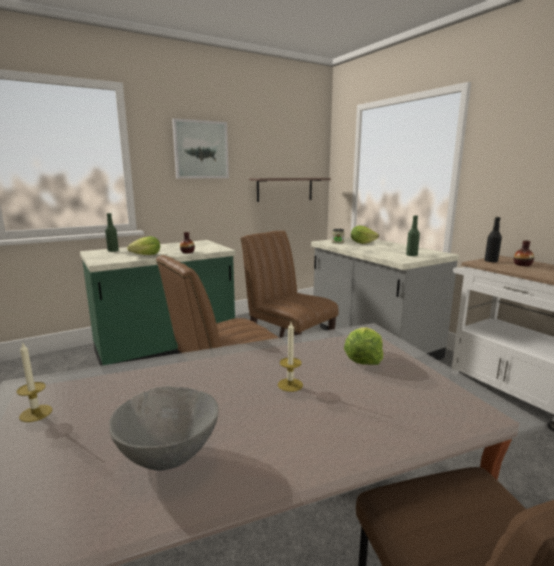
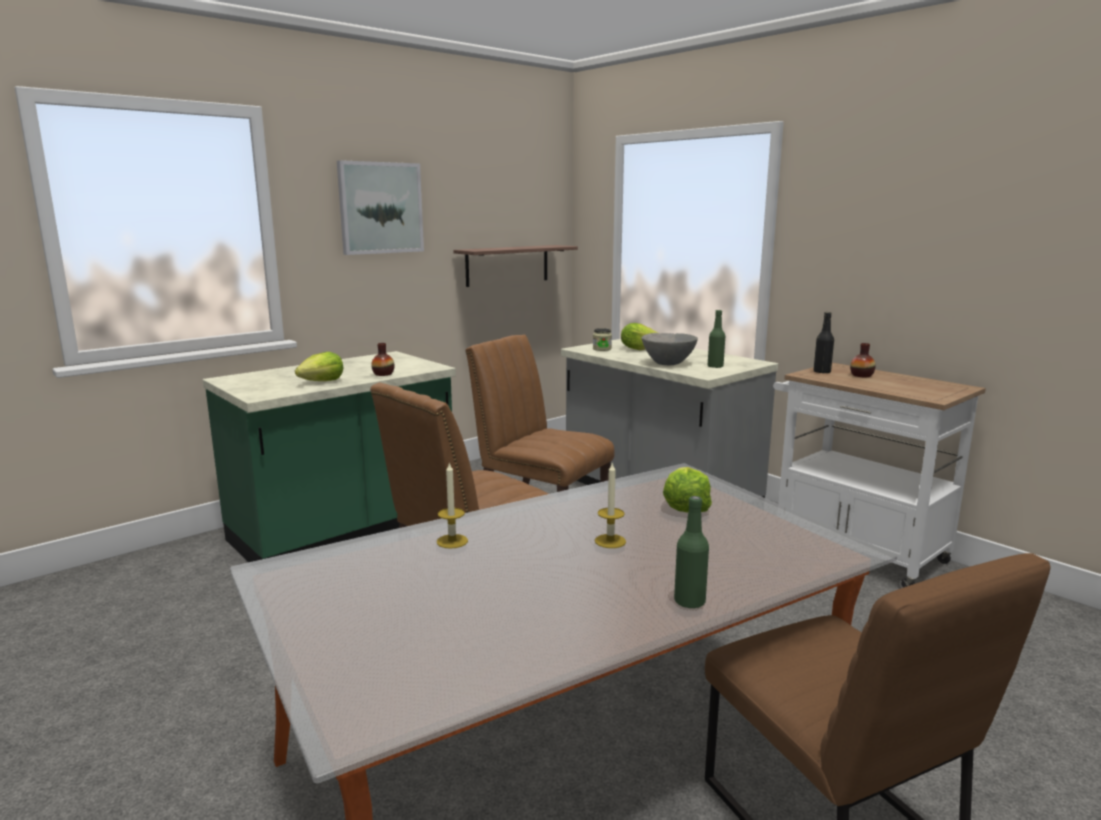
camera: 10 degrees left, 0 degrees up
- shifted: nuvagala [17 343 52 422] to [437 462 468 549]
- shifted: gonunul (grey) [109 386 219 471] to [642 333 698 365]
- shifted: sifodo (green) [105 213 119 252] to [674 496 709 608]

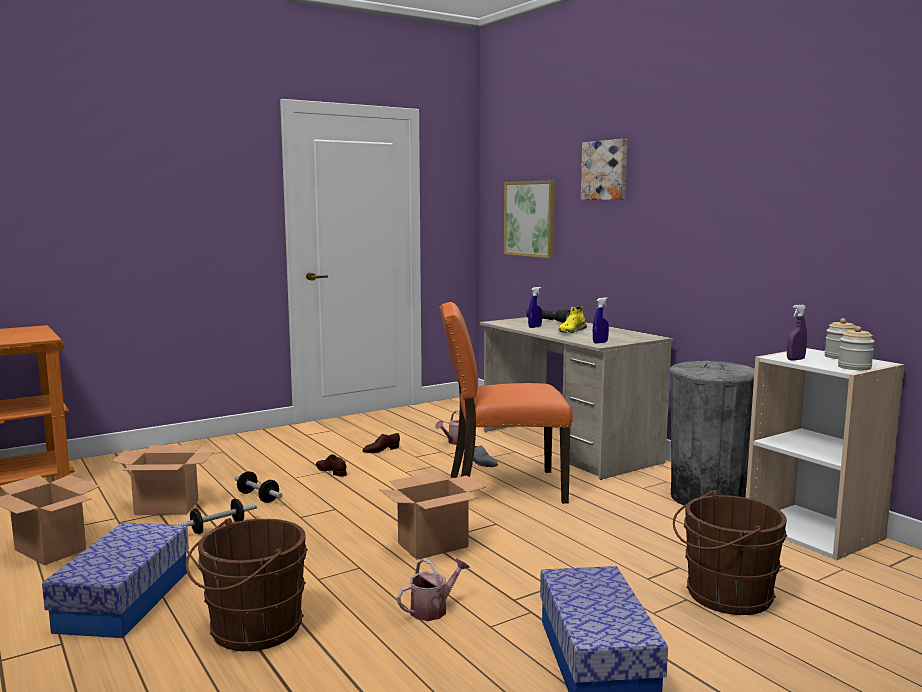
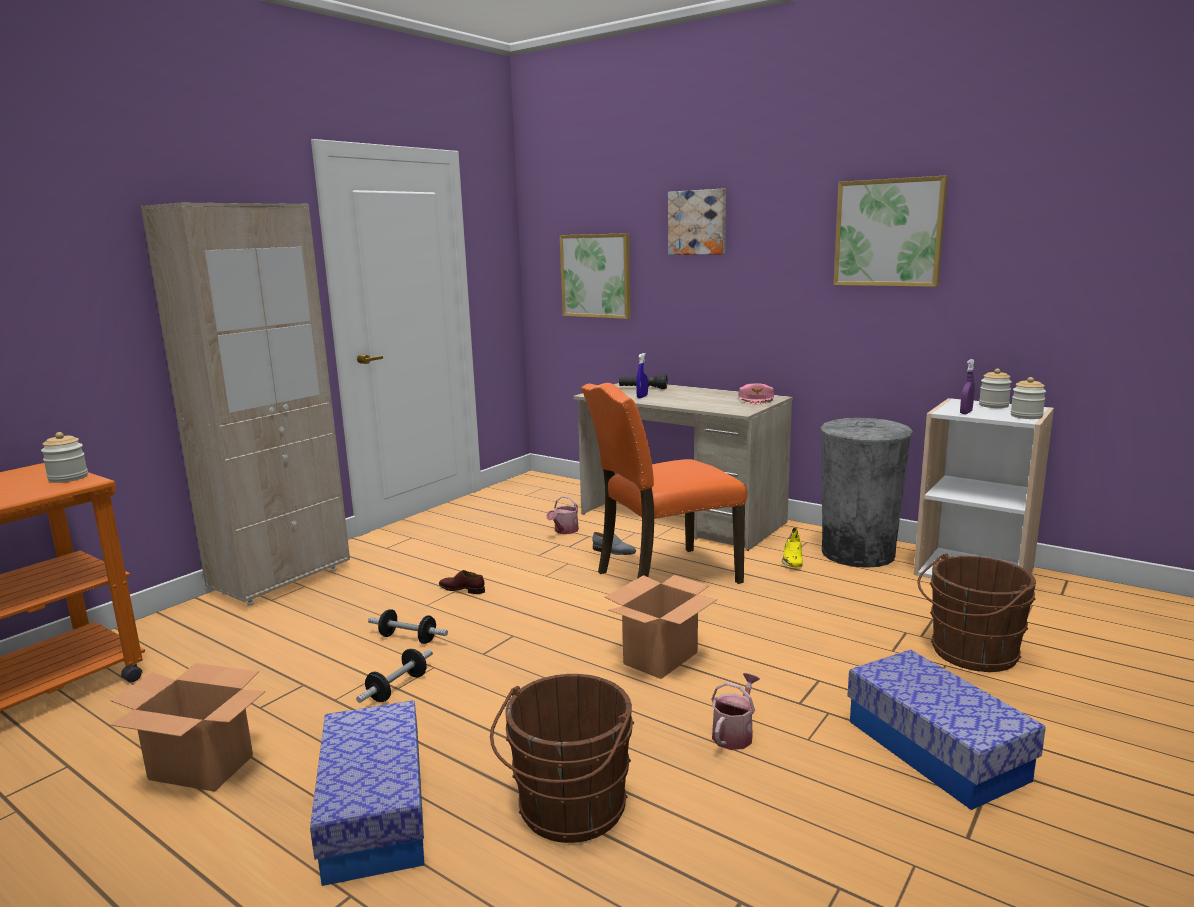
camera: 20 degrees left, 5 degrees up
- new: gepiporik [41 432 88 483]
- new: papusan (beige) [141 203 350 606]
- new: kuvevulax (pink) [739 383 774 404]
- shifted: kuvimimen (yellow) [558 306 587 333] to [782 527 803 568]
- new: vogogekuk [833 176 948 287]
- gone: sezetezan [111 445 213 515]
- gone: kuvimimen (brown) [362 433 400 453]
- gone: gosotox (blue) [593 297 609 344]

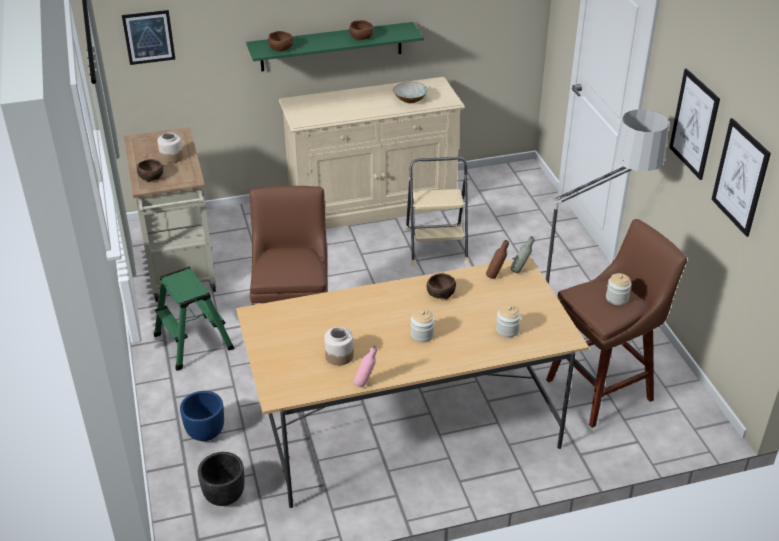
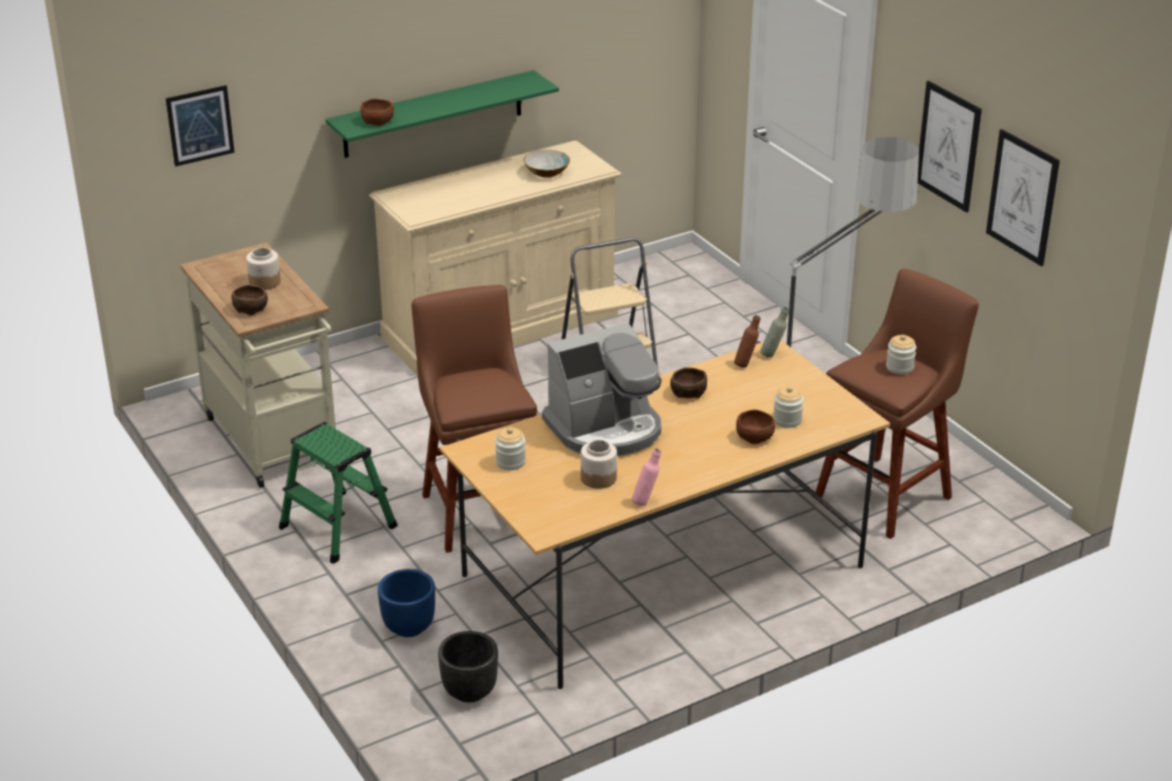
camera: 15 degrees left, 5 degrees down
- shifted: gepiporik [411 309 435 342] to [495 427 526 470]
- new: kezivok [542 323 662 456]
- shifted: gonunul (brown) [349 20 373 40] to [736 409 775 444]

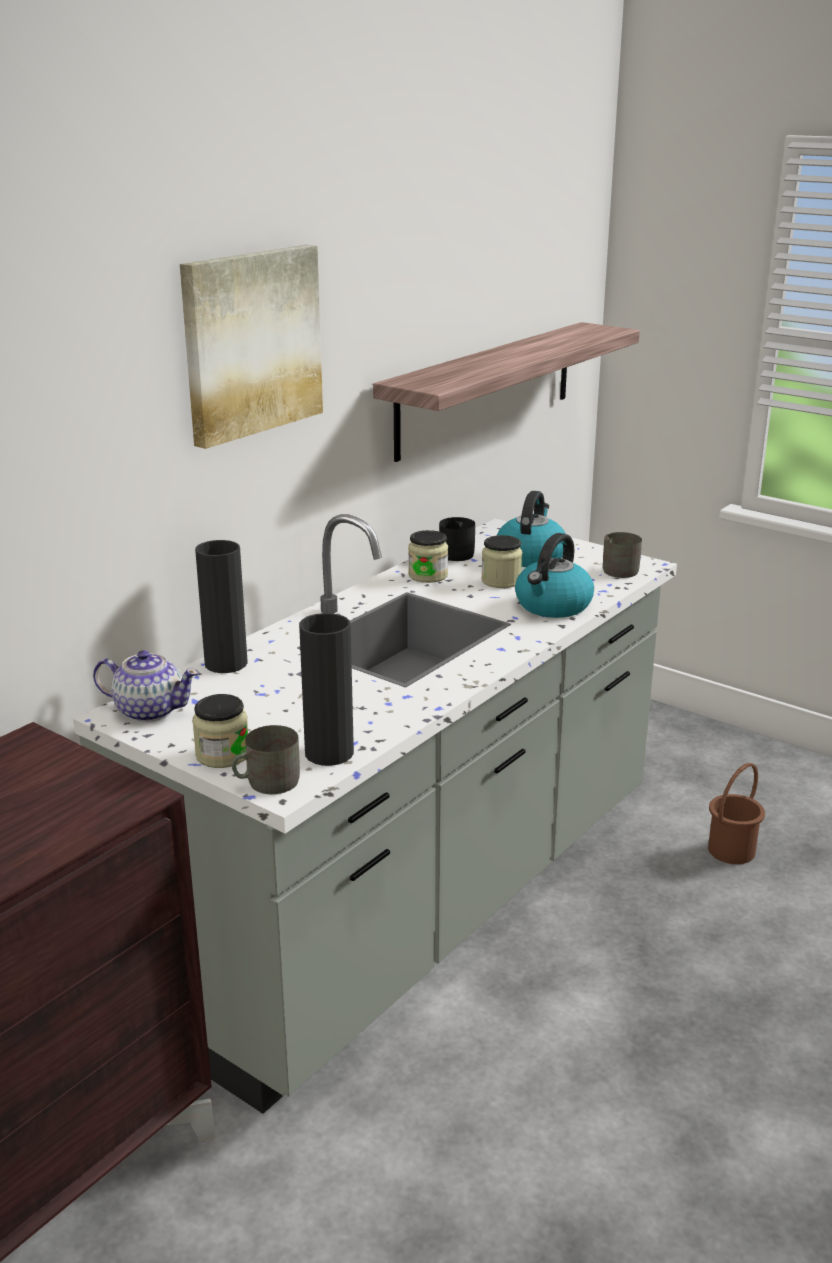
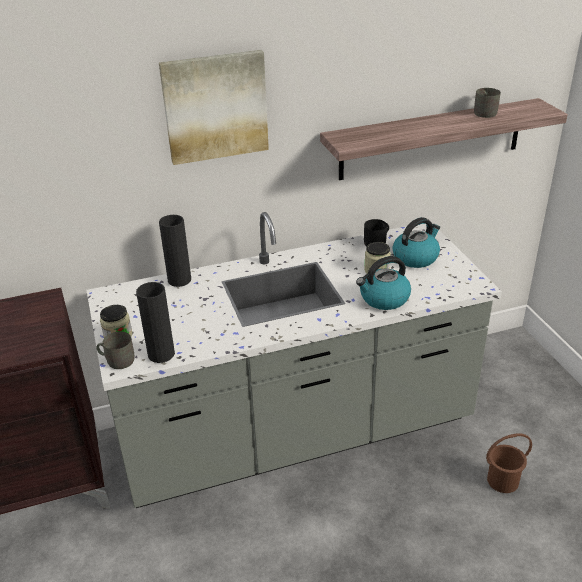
camera: 35 degrees right, 10 degrees up
- shifted: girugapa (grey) [603 532 642 578] to [474 88 501 118]
- gone: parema [93 650 199 722]
- gone: gepiporik [408 530 448 583]

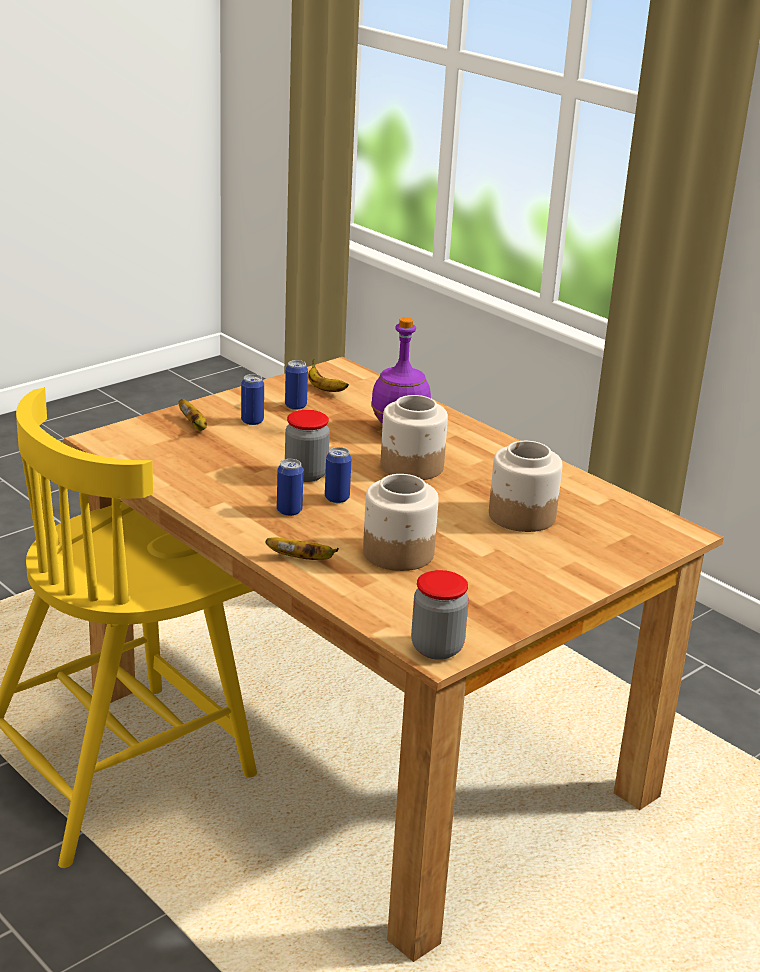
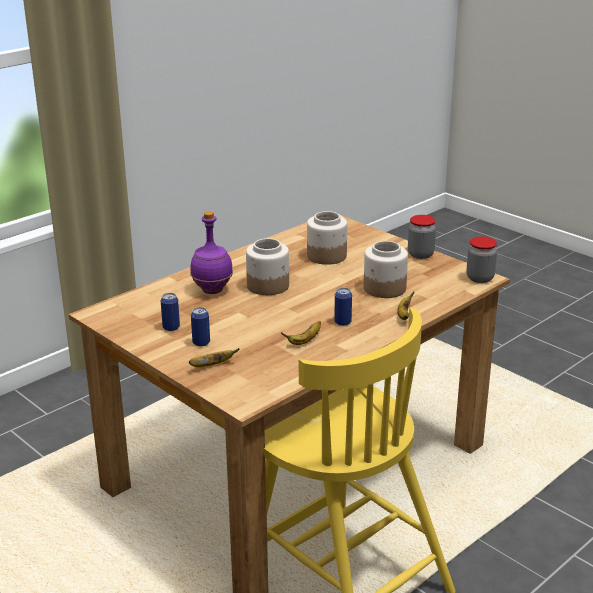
camera: 90 degrees left, 0 degrees up
- shifted: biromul [308 359 349 392] to [281 321 321 345]
- shifted: gepiporik [285 410 330 482] to [408 215 436 259]
- gone: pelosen [325 447 352 503]

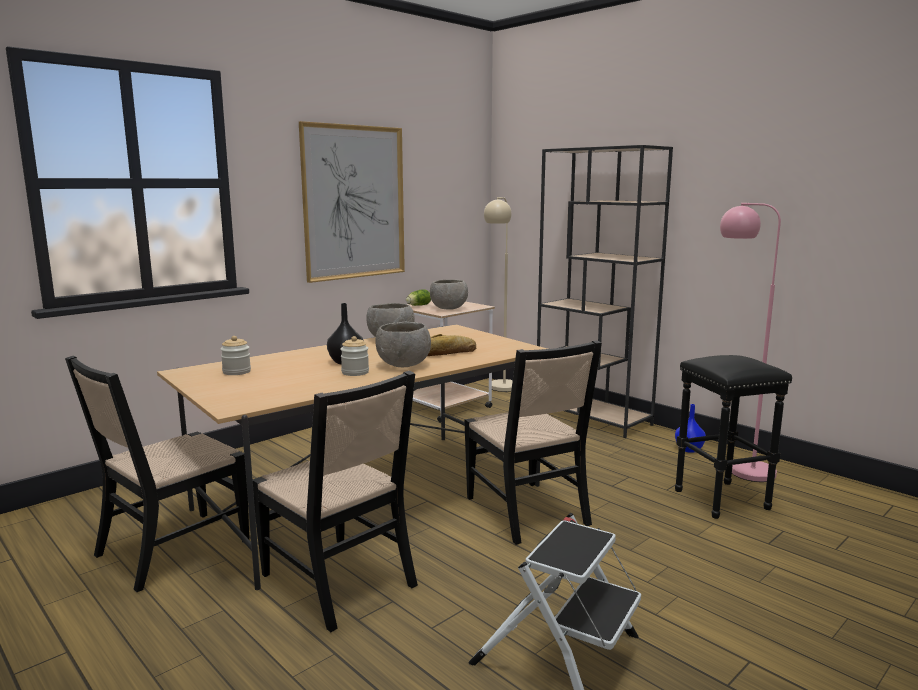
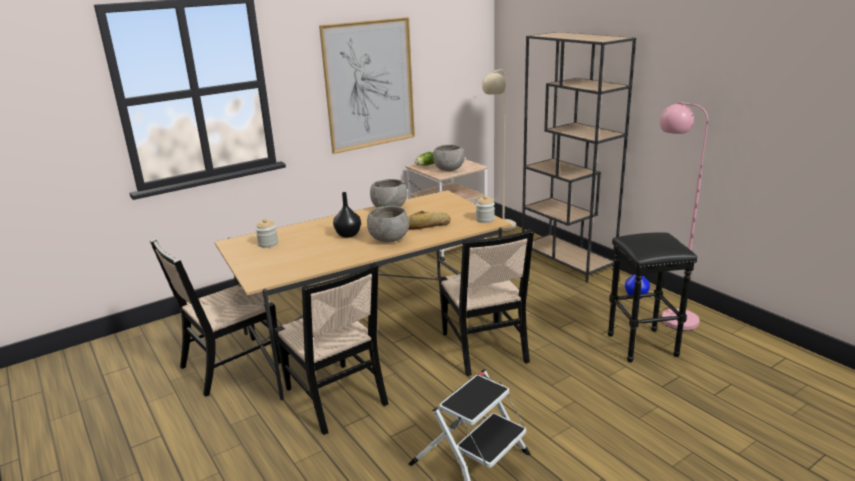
camera: 10 degrees right, 10 degrees up
- shifted: gepiporik [341 336 369 376] to [476 196 495 223]

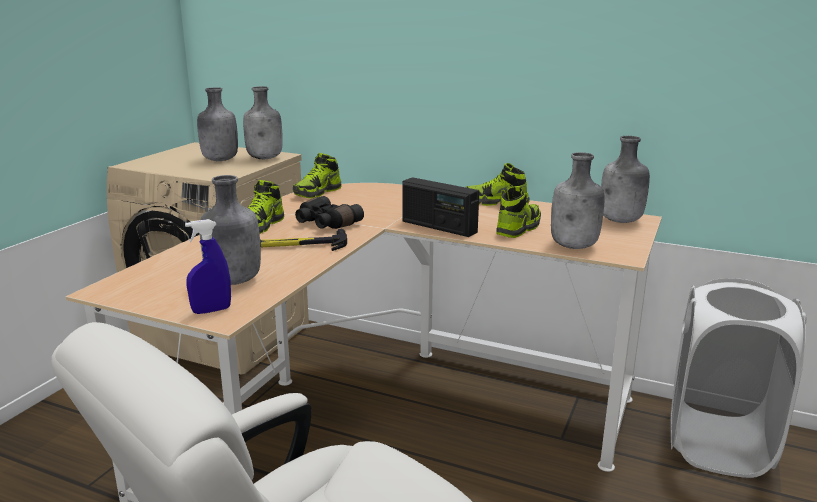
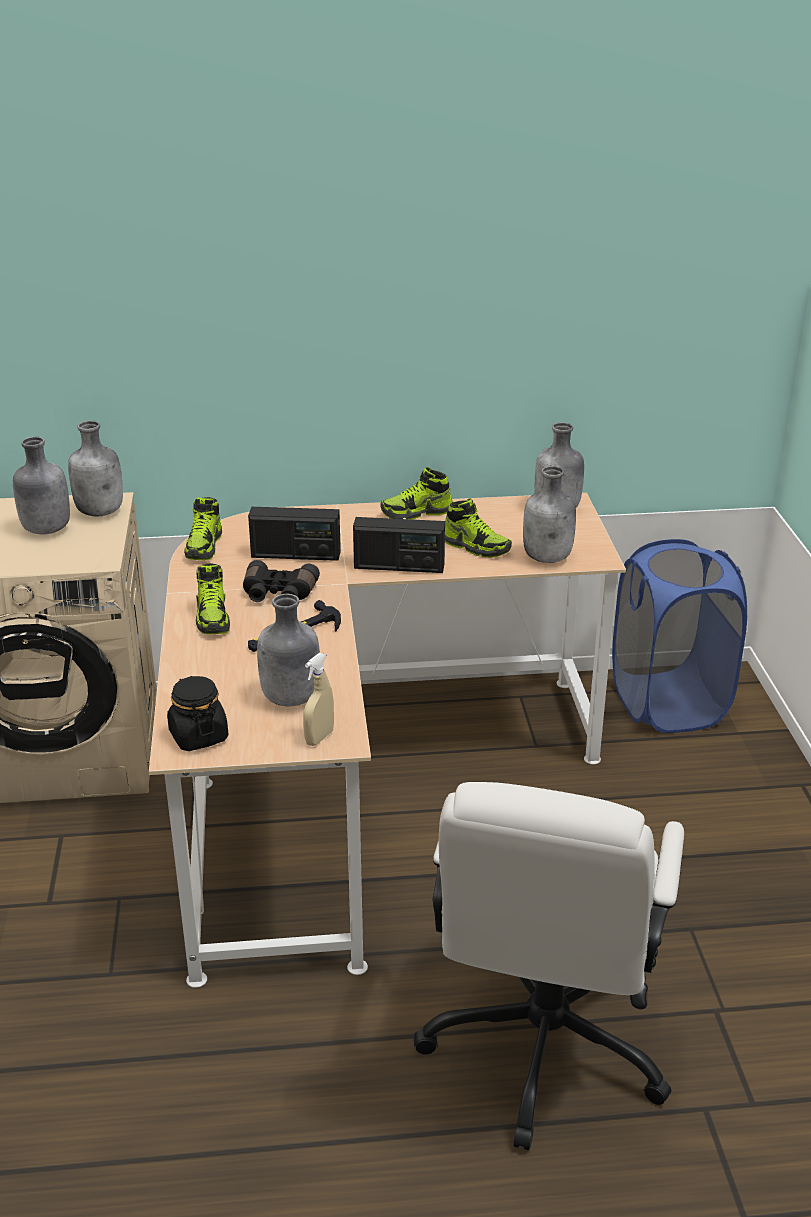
camera: 30 degrees left, 10 degrees up
- new: gepiporik (black) [167 676 229 751]
- new: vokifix [248 507 341 561]
- repainted: gosotox (blue) [185 219 231 314] to gosotox (beige) [303 653 334 746]
- rotated: kuvimimen [496 186 541 238] = [445 498 512 558] 120 degrees clockwise
- repainted: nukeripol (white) [671 278 807 478] to nukeripol (blue) [612 539 747 733]

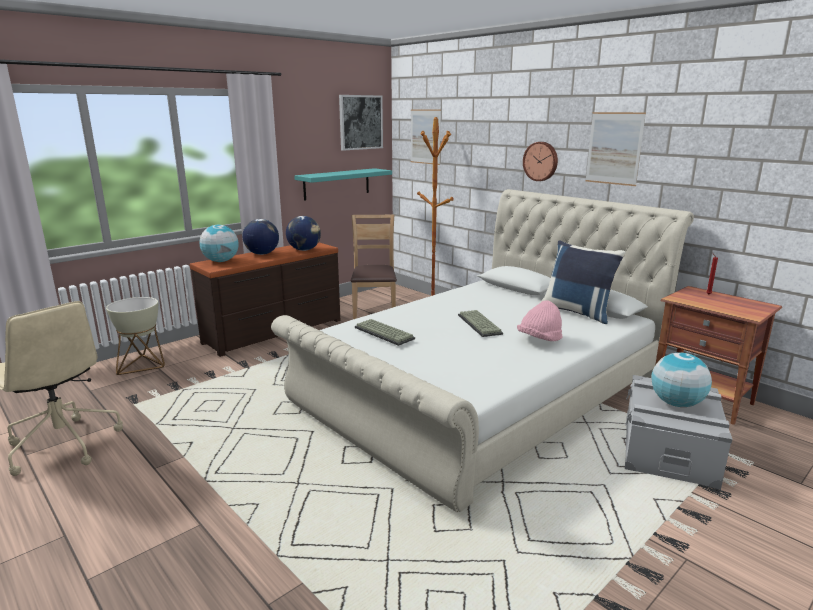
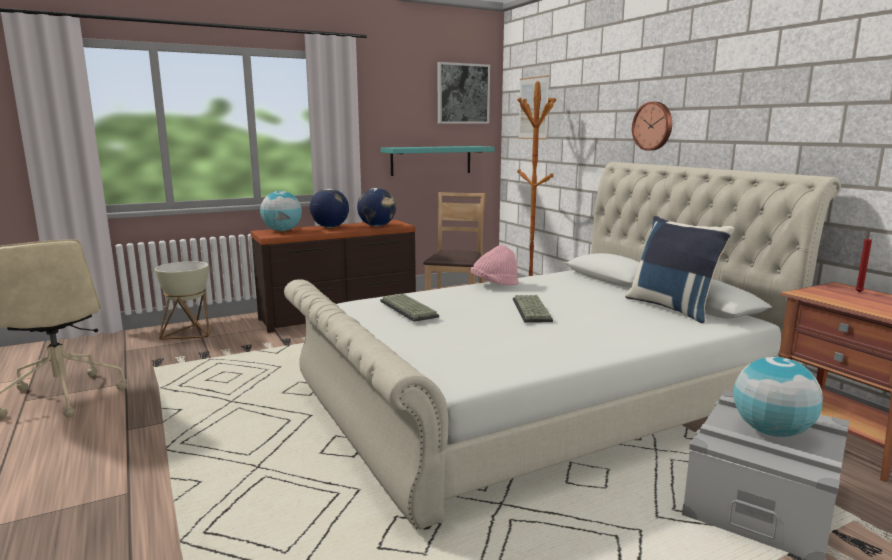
camera: 15 degrees right, 5 degrees down
- shifted: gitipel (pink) [517 300 562 341] to [471 245 519 286]
- gone: vogogekuk [585 112 646 186]

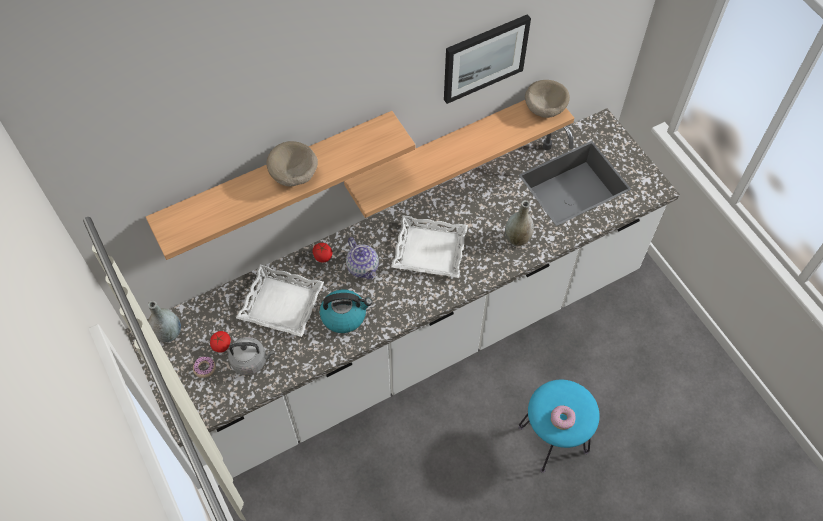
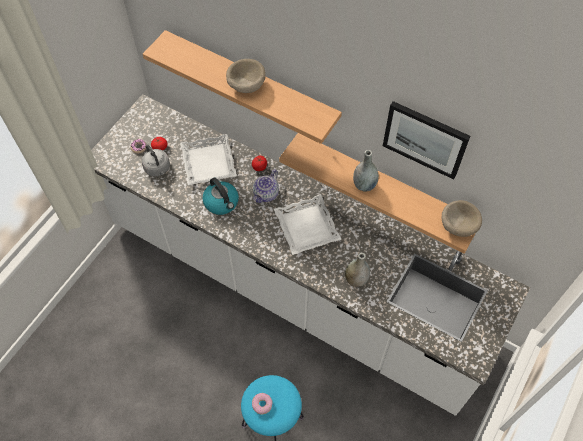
camera: 60 degrees right, 0 degrees up
- shifted: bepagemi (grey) [148 300 181 342] to [353 150 379 192]

